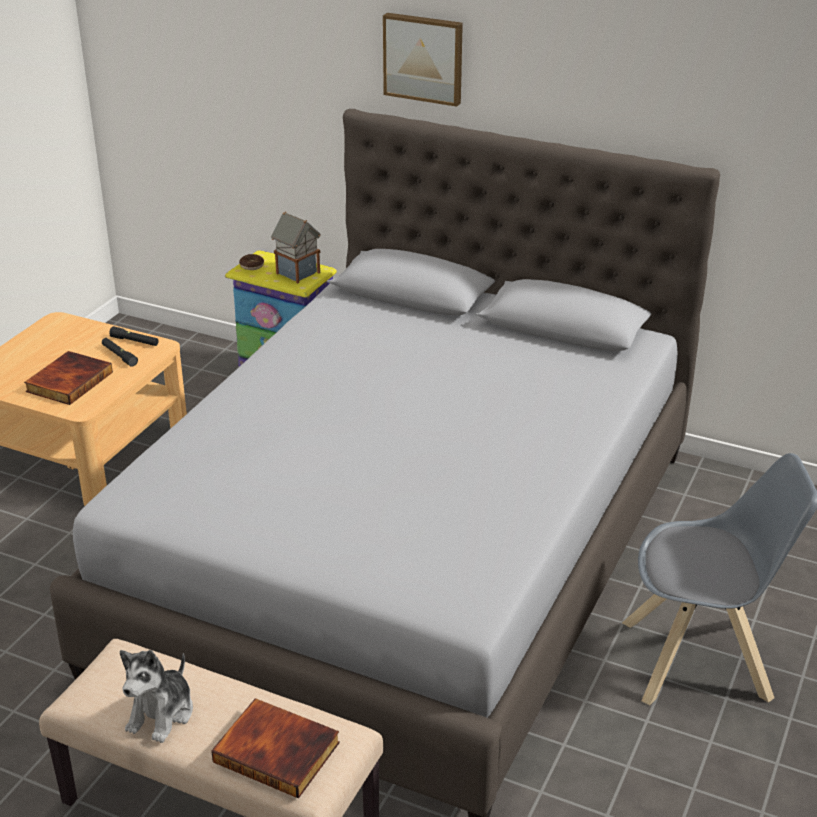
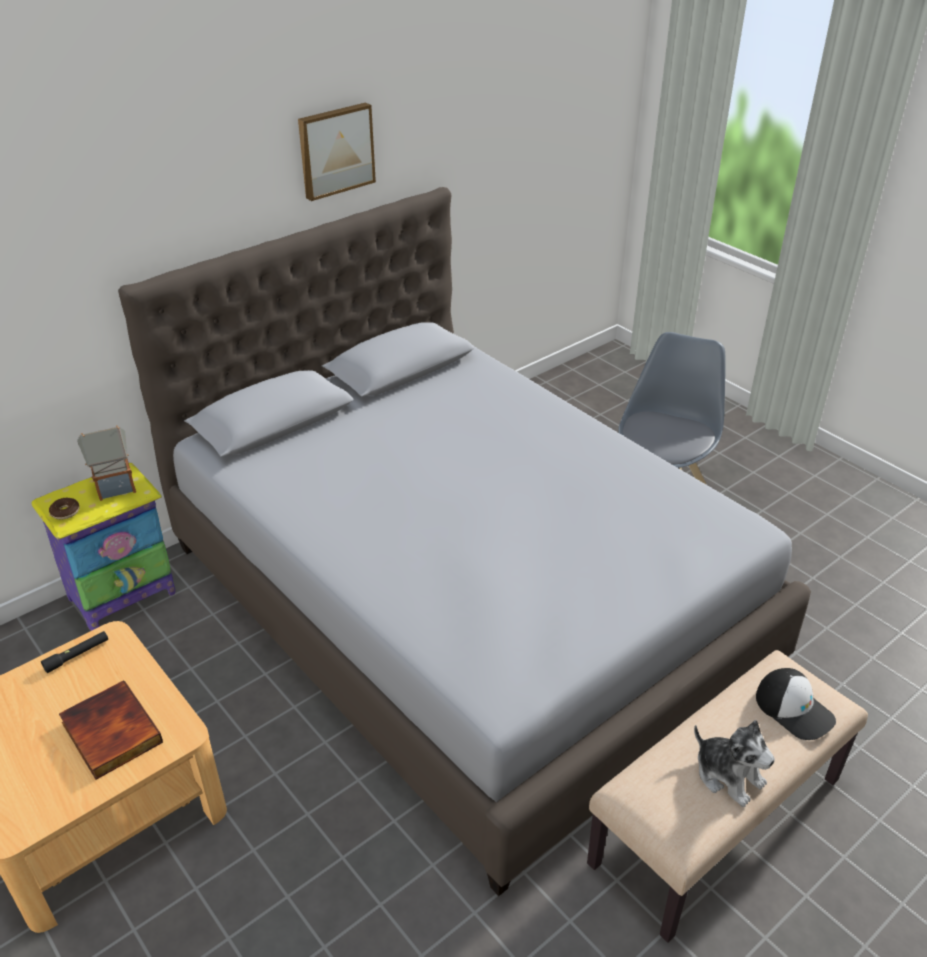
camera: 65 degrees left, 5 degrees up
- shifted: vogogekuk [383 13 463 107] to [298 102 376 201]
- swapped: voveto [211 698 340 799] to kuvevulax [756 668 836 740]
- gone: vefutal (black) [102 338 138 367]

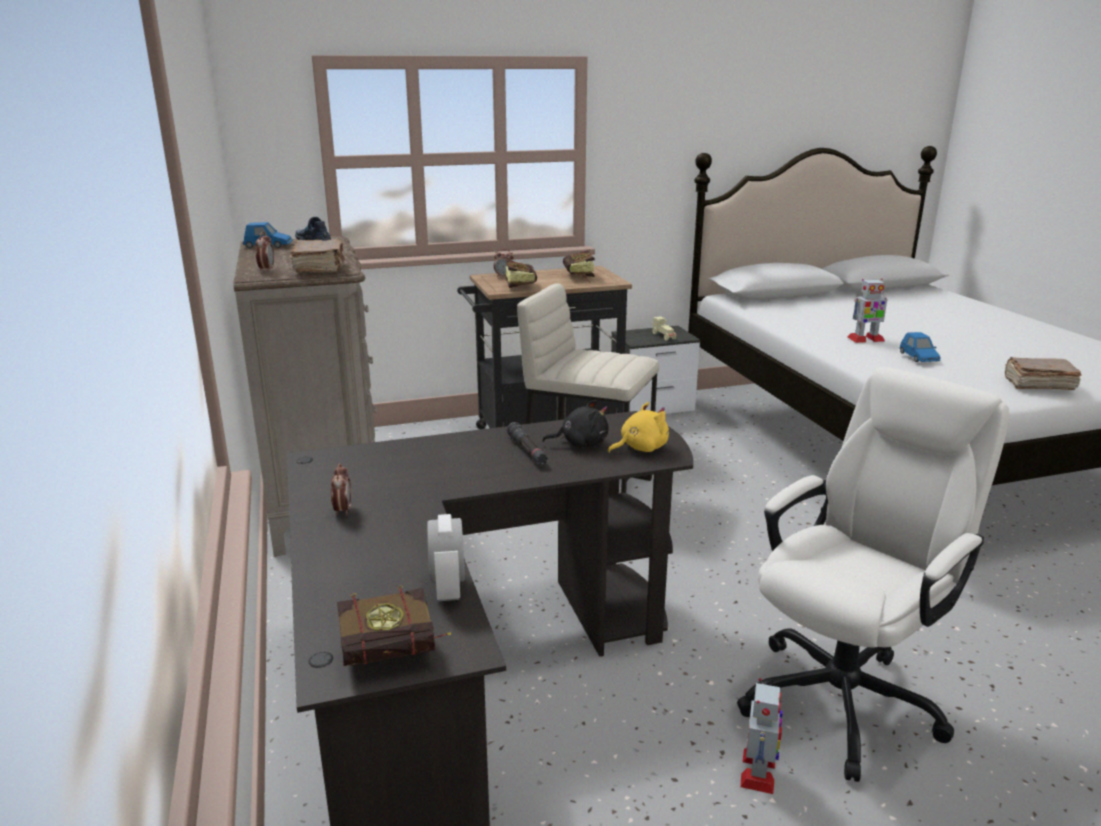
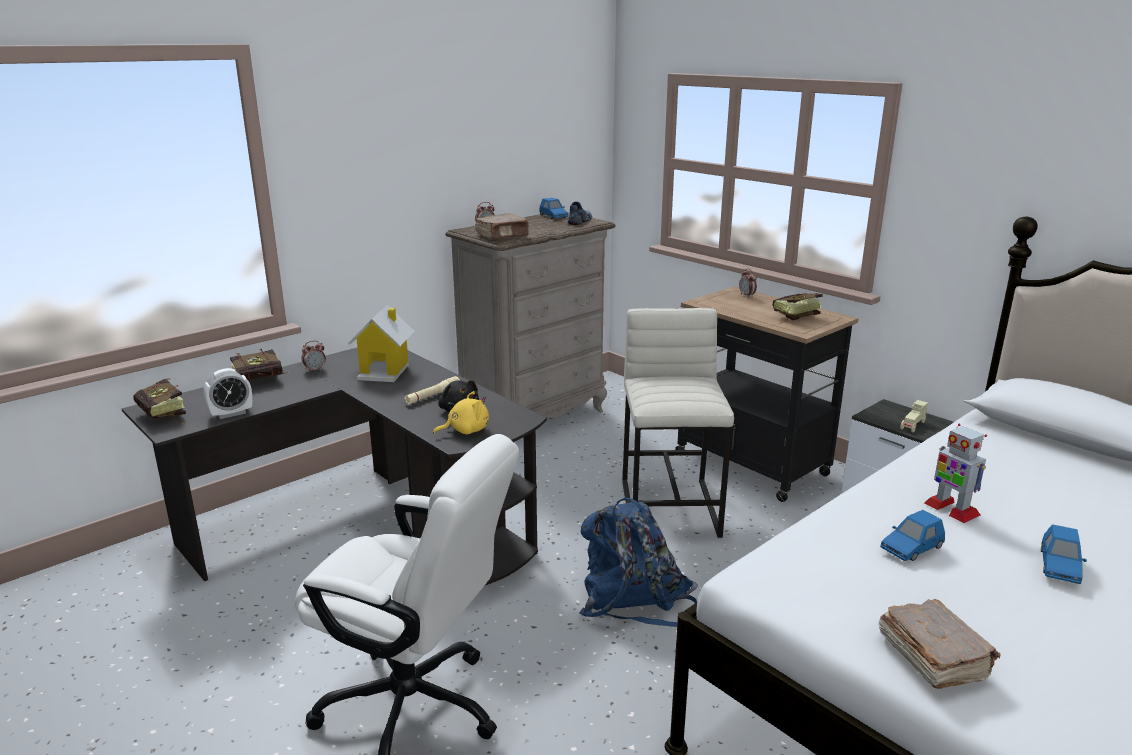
camera: 65 degrees right, 0 degrees up
- shifted: voveto [505 260 537 288] to [230 349 289 381]
- new: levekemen [348 305 414 382]
- repainted: vefutal (black) [507 422 548 465] to vefutal (beige) [404 376 460 405]
- rotated: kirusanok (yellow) [608 402 669 453] = [433 391 489 435] 60 degrees counterclockwise
- new: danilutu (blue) [580 498 698 627]
- new: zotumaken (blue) [1041 524 1087 584]
- gone: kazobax [740 678 783 794]

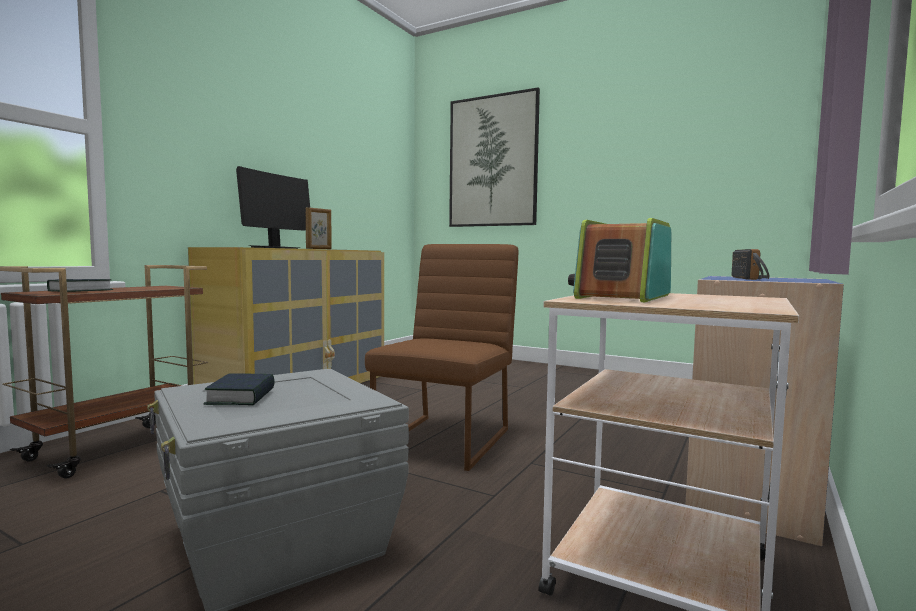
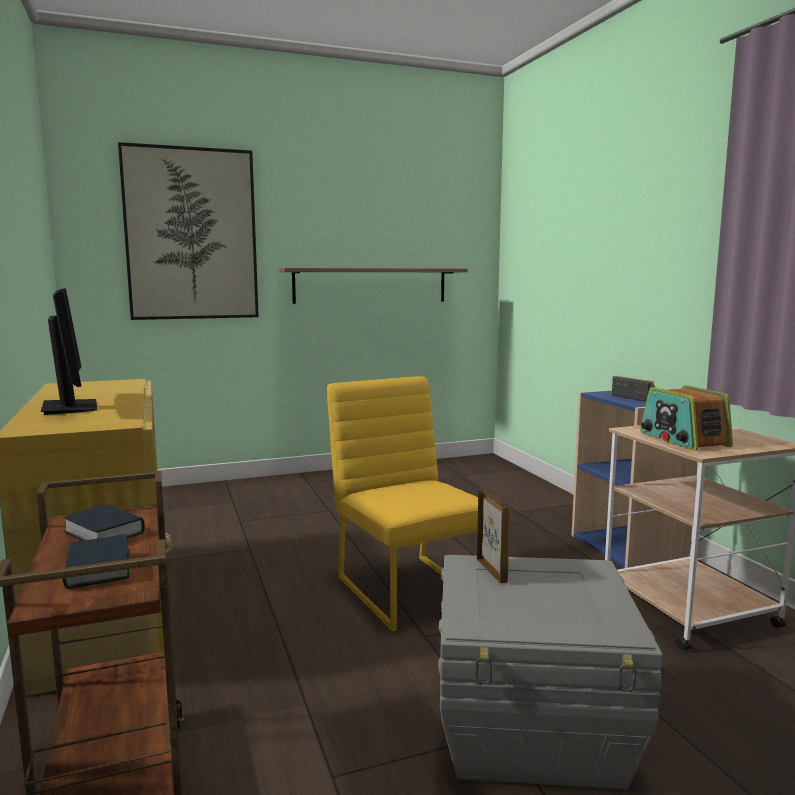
camera: 50 degrees left, 5 degrees up
- shifted: voveto [204 373 275 405] to [63 504 145 541]
- new: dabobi [279 268 468 304]
- repainted: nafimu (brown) [365 244 518 471] to nafimu (yellow) [327 376 478 632]
- shifted: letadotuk [306 207 332 249] to [477 489 510 583]

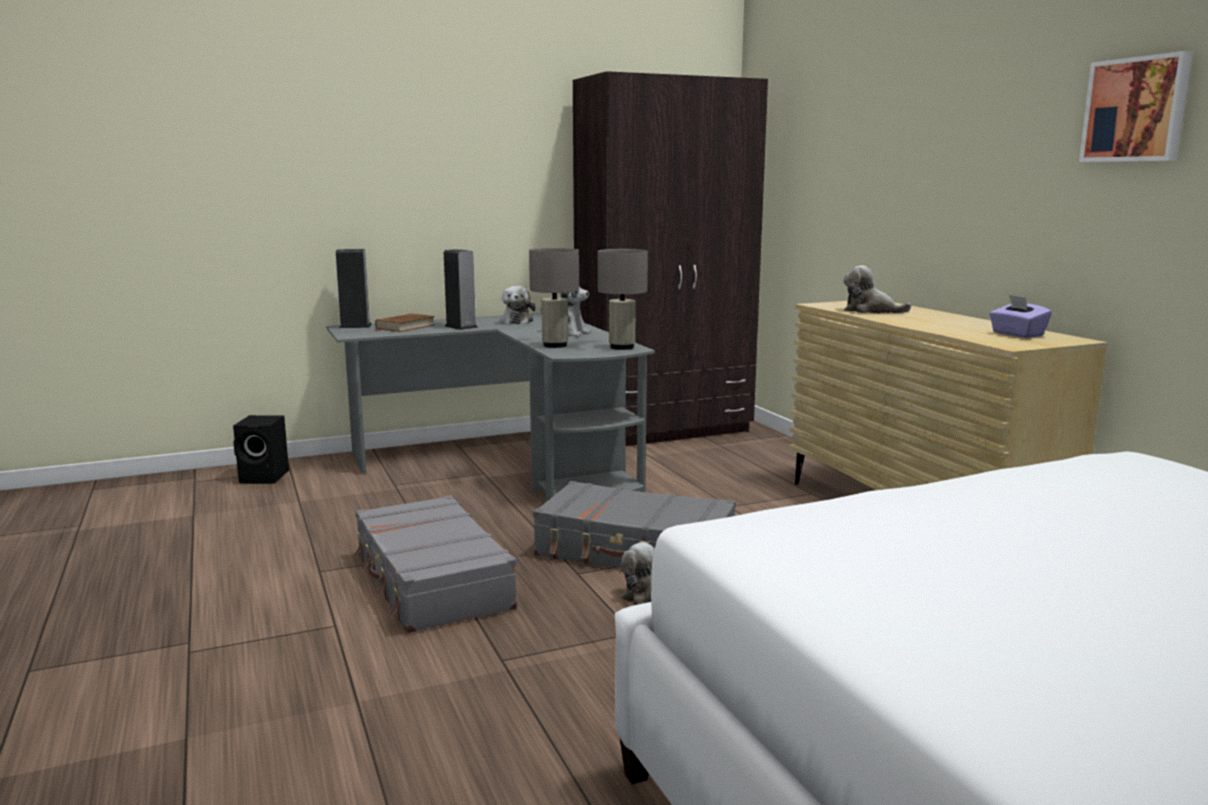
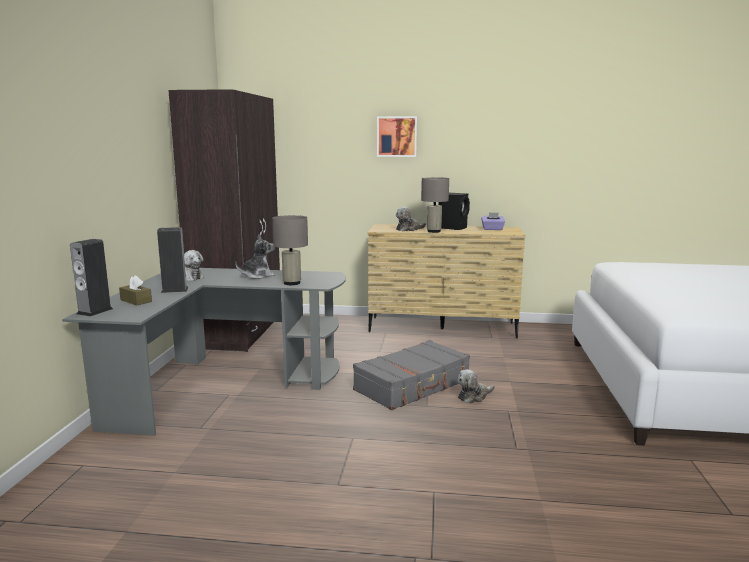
camera: 60 degrees left, 0 degrees up
- swapped: voveto (brown) [375 314 435 332] to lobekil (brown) [119 275 152 305]
- shifted: vogogekuk [1079 51 1193 162] to [377 116 417 157]
- shifted: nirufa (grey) [597 249 648 350] to [421 177 449 233]
- shifted: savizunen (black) [233 415 289 484] to [438 193 470 230]
- gone: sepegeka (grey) [354 495 517 633]

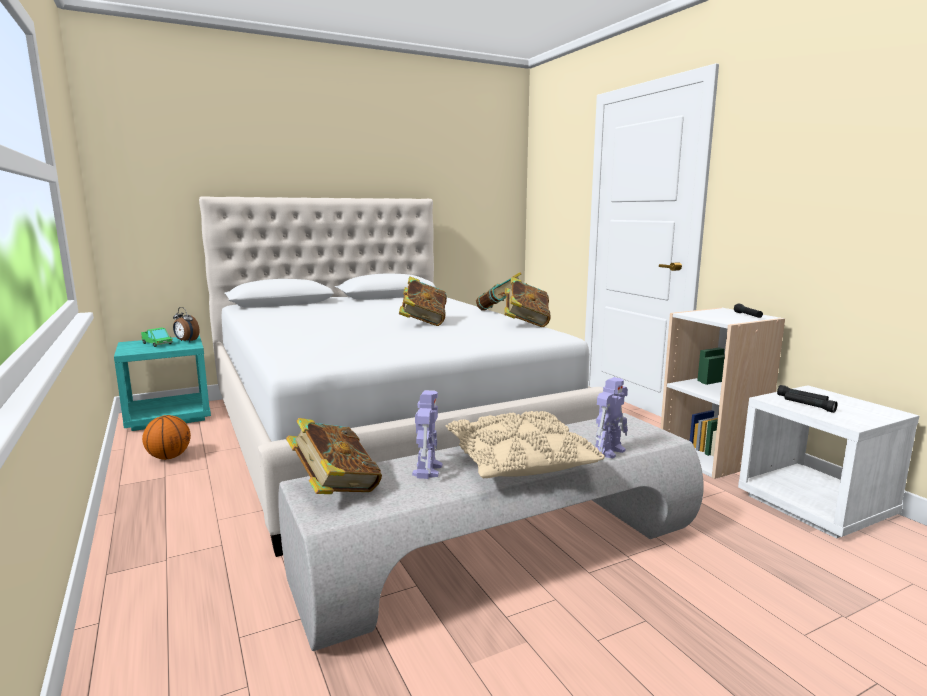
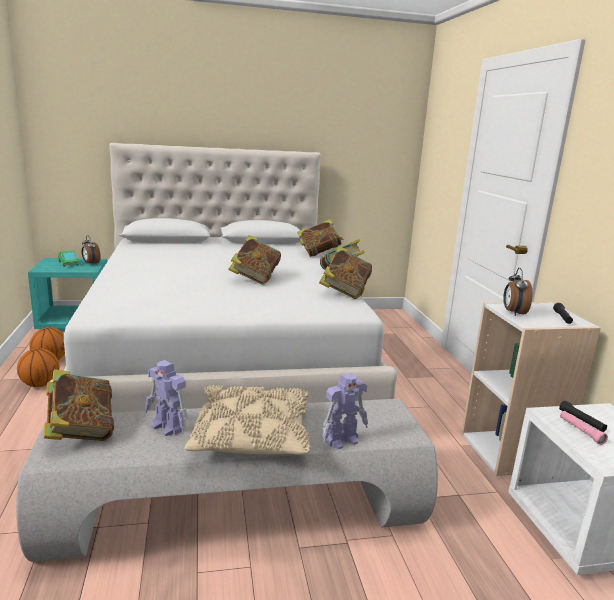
camera: 15 degrees right, 5 degrees up
- new: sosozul [17 348 60 387]
- rotated: kazobax [412 390 442 479] = [145 360 188 436] 105 degrees clockwise
- new: voveto [297 219 344 257]
- new: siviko [503 268 532 316]
- repainted: vefutal (black) [785 392 838 413] to vefutal (pink) [560 411 608 445]

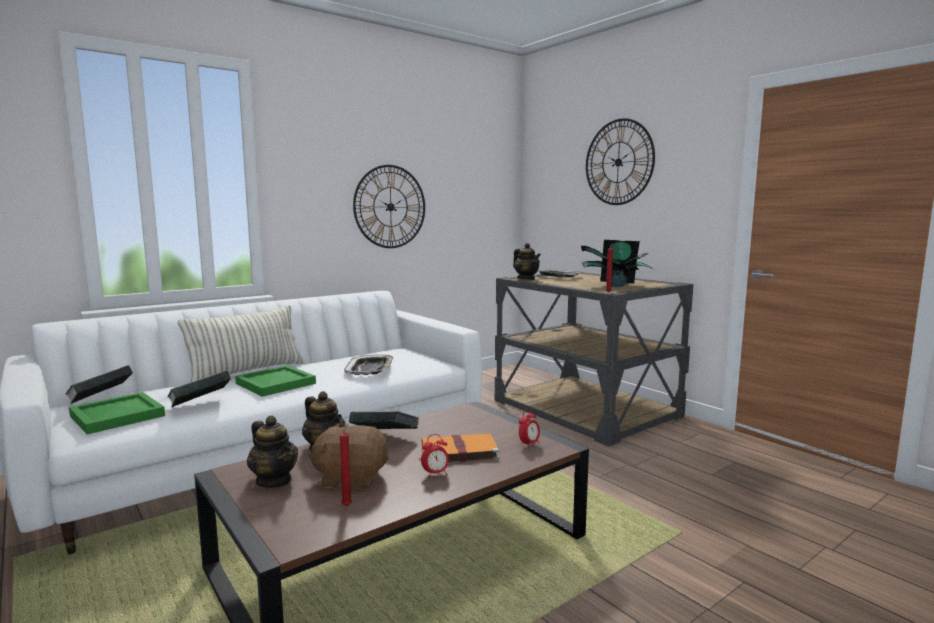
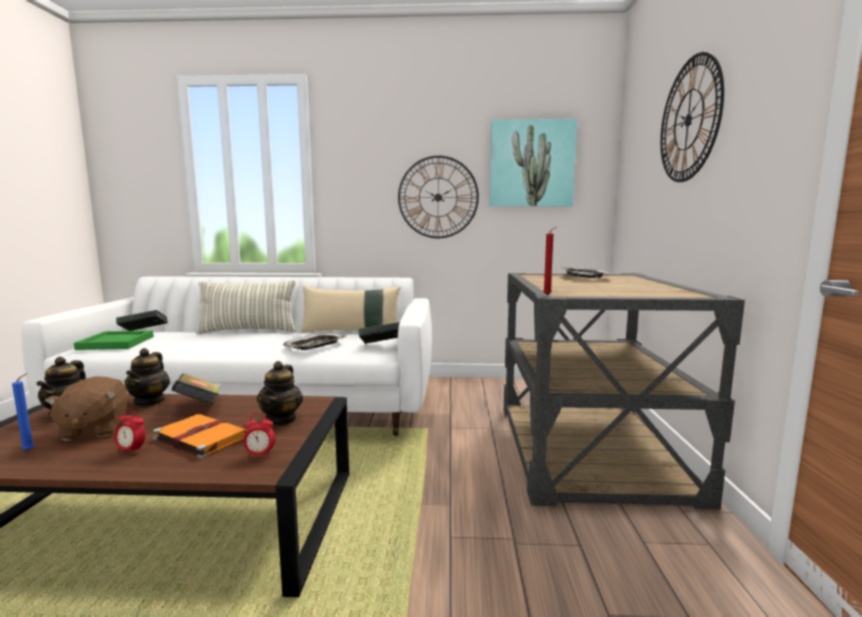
camera: 40 degrees right, 0 degrees up
- repainted: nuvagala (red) [340 423 352 506] to nuvagala (blue) [12 373 34 451]
- rotated: kirusanok (brown) [308 424 389 490] = [44 376 128 441] 150 degrees counterclockwise
- shifted: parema [513 243 541 280] to [257 361 303 426]
- new: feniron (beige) [301 286 400 333]
- shifted: voveto [167 370 231 408] to [358 322 400 344]
- new: vogogekuk [490 119 577 206]
- gone: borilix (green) [235 365 316 397]
- gone: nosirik [581 240 653 287]

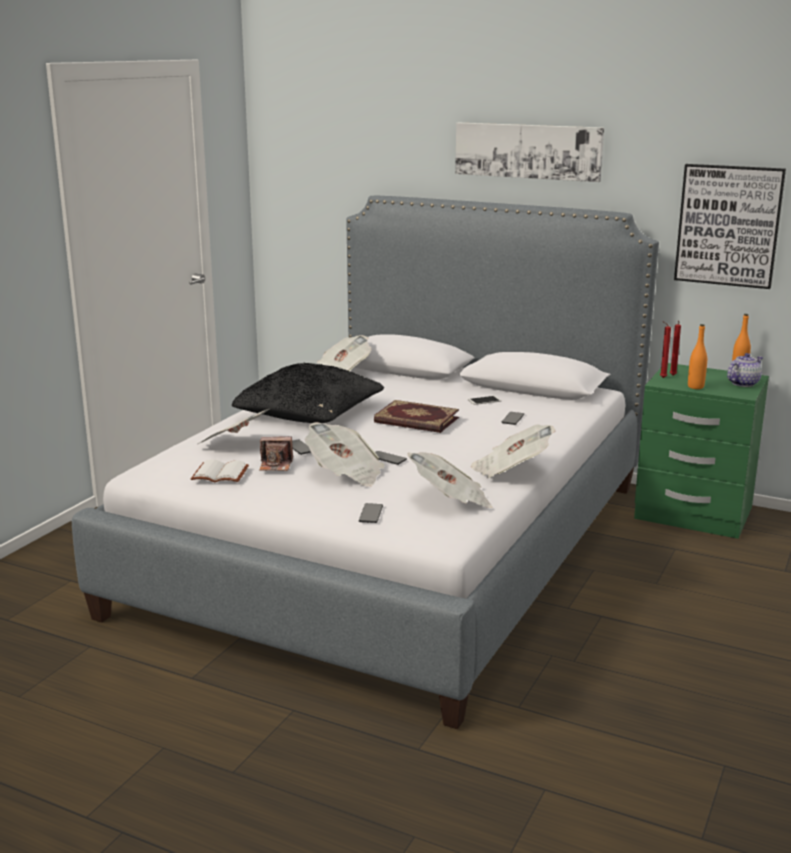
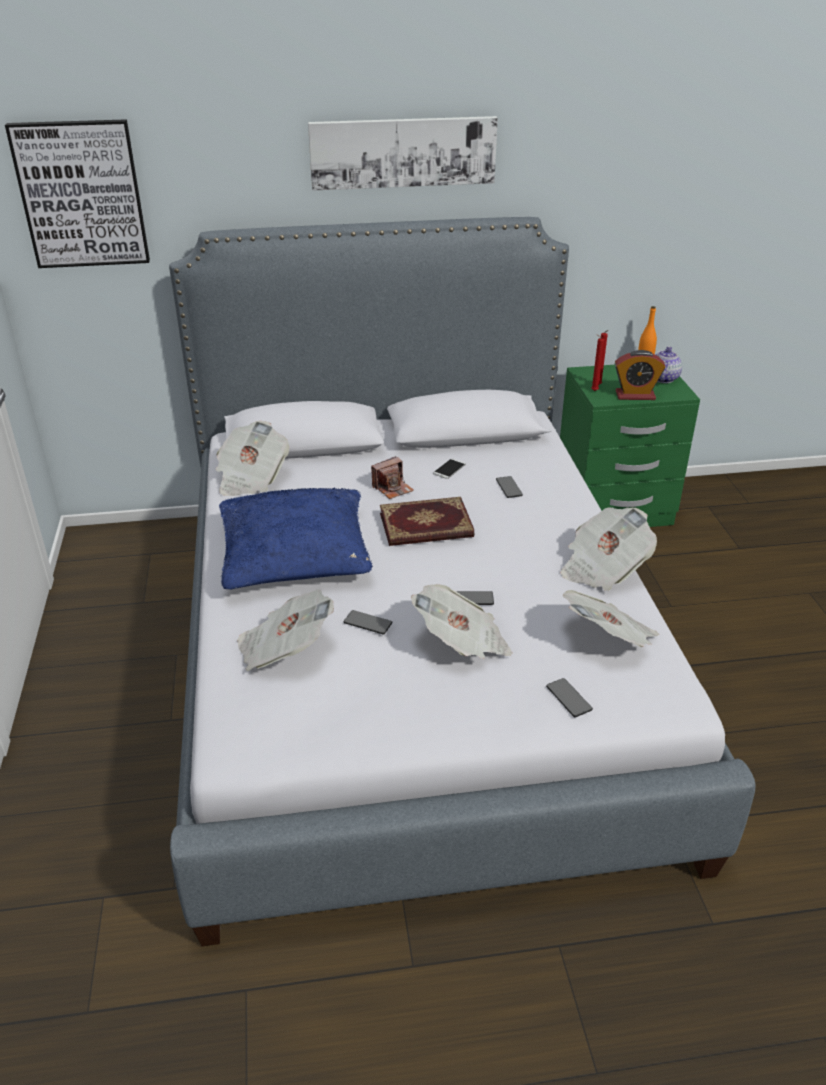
camera: 35 degrees left, 15 degrees up
- shifted: vogogekuk [674 164 786 289] to [5 119 150 268]
- repainted: feniron (black) [232 363 384 423] to feniron (blue) [219 488 372 589]
- shifted: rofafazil [259 436 293 471] to [371 456 414 499]
- swapped: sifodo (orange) [688 324 707 389] to siviko [615 350 665 400]
- gone: voveto (white) [191 459 249 482]

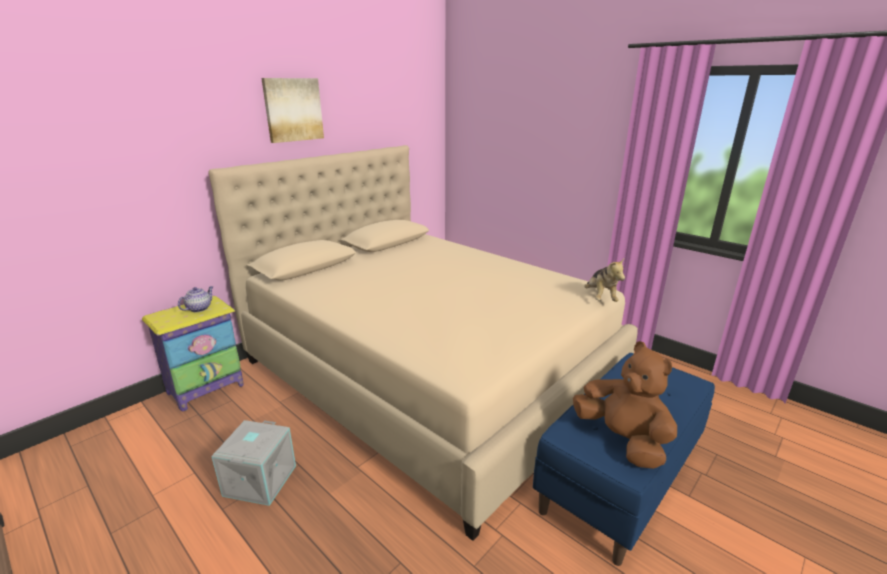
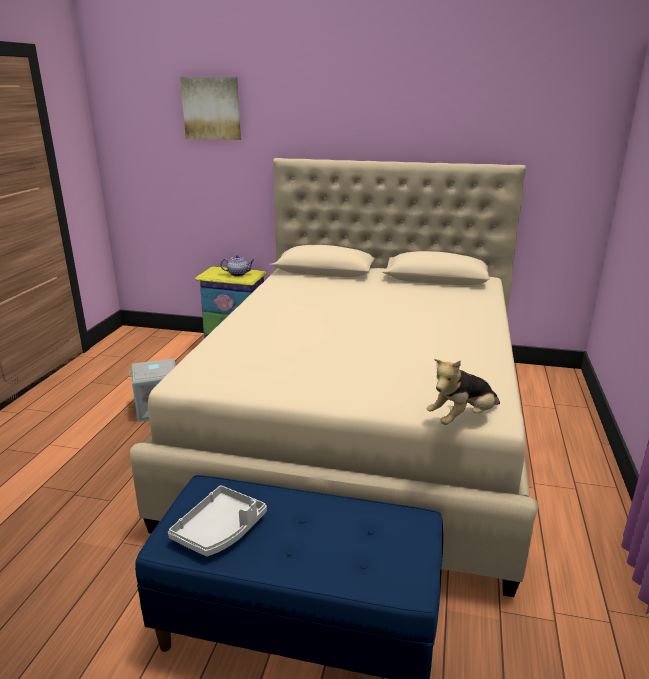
camera: 60 degrees right, 0 degrees up
- swapped: kirusanok (brown) [573 341 677 469] to borilix (grey) [168 485 267 557]
- shifted: vogogekuk [261 78 324 143] to [180 77 241 140]

